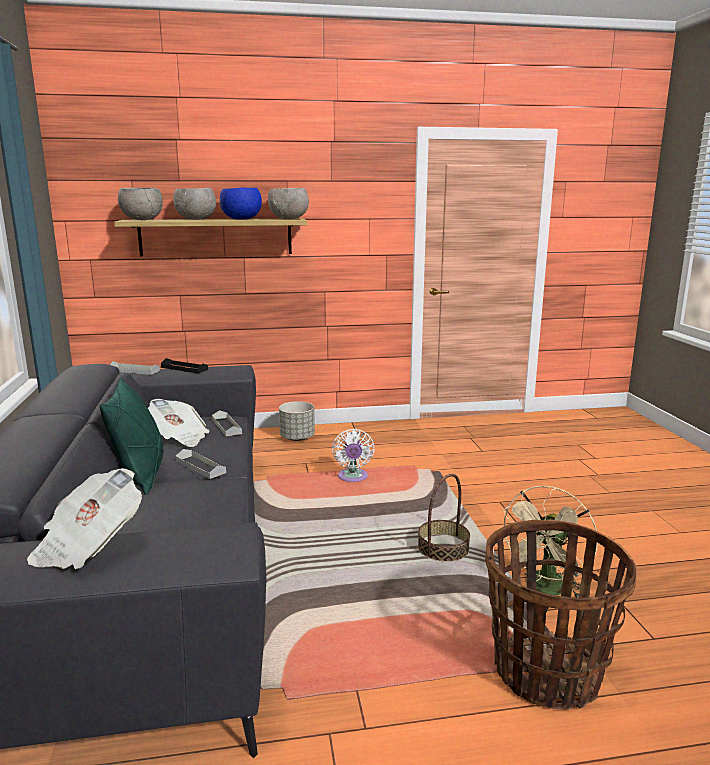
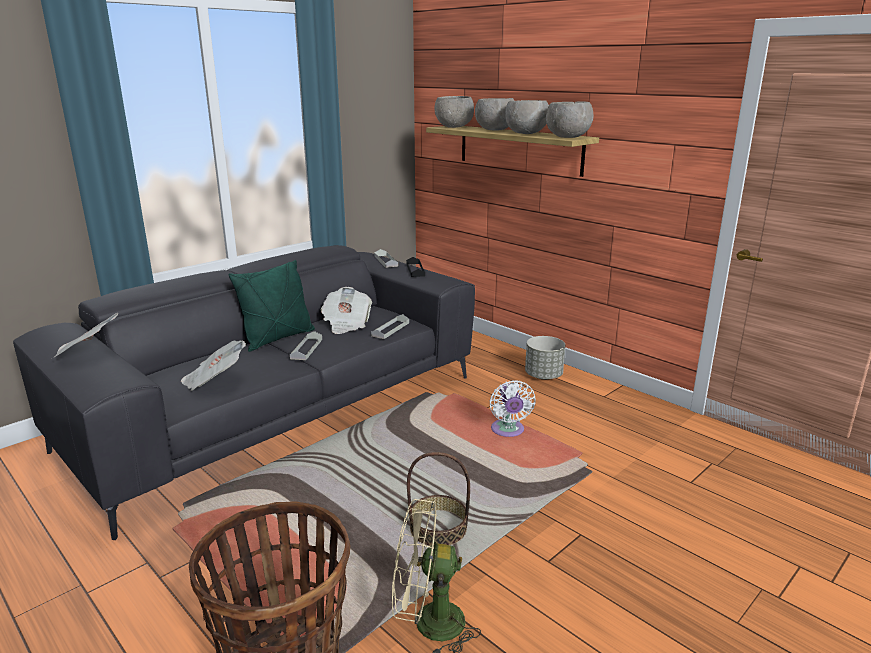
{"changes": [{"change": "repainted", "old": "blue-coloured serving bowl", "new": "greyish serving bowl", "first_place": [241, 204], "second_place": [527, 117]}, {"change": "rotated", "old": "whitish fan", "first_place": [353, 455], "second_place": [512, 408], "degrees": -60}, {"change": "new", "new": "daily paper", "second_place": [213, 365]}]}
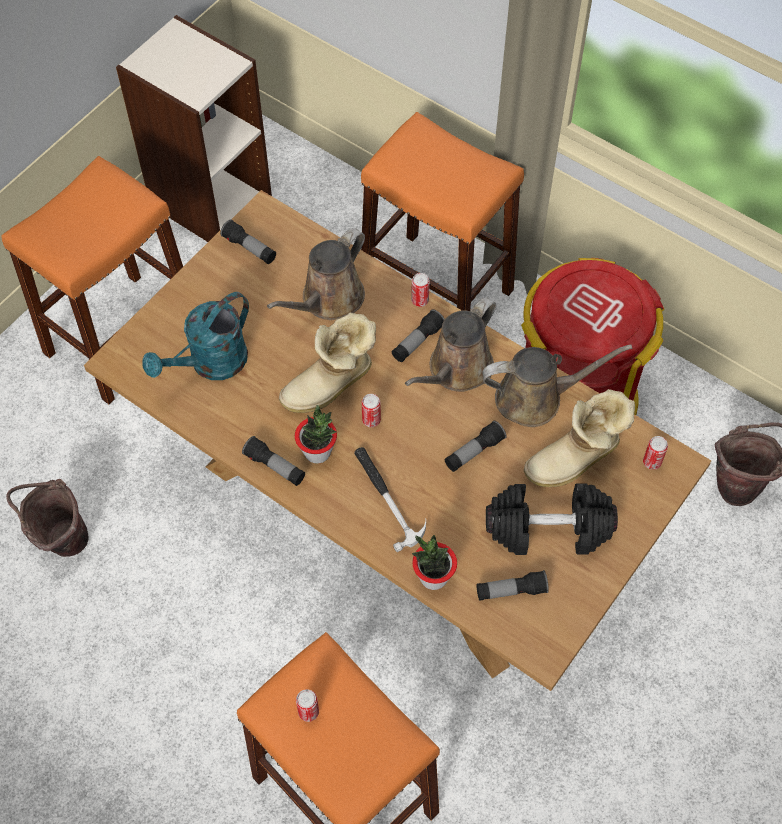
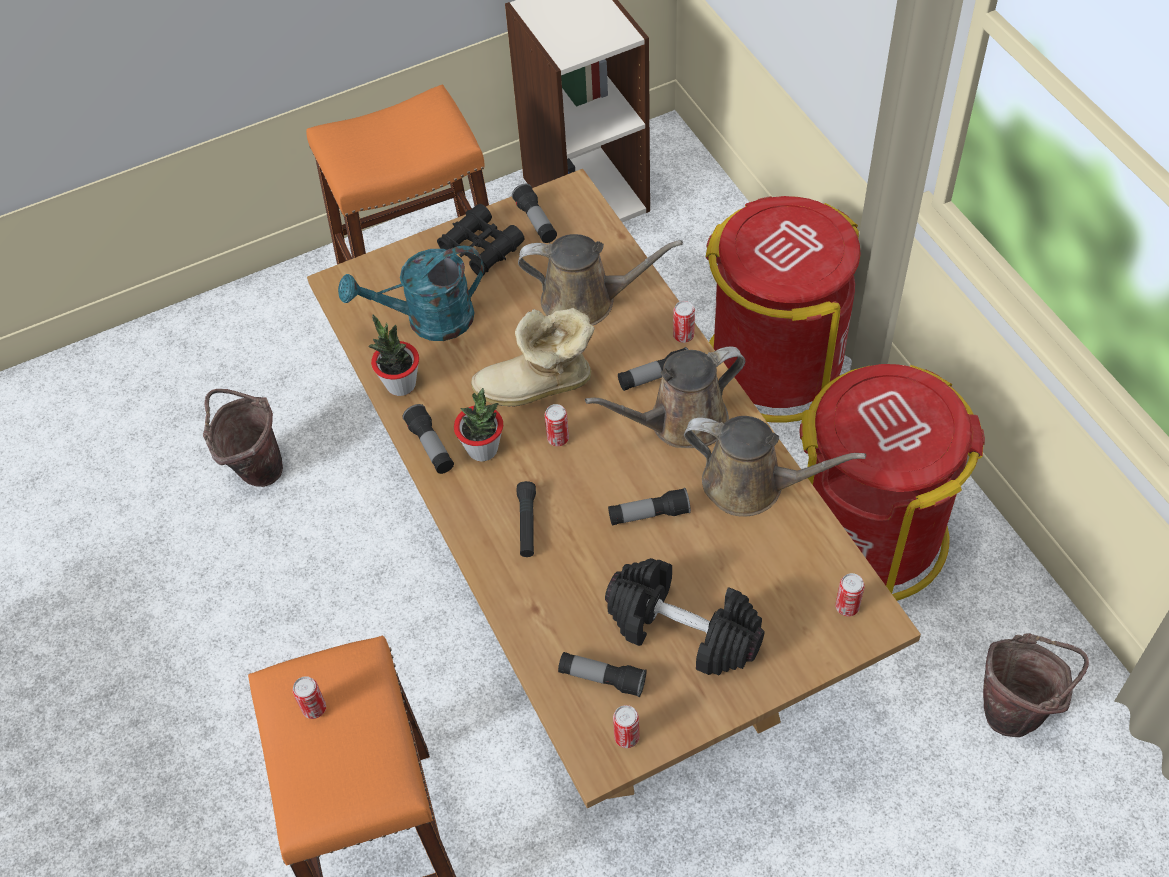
{"changes": [{"change": "rotated", "old": "brownish watering can", "first_place": [316, 274], "second_place": [600, 280], "degrees": -150}, {"change": "swapped", "old": "hammer", "new": "black hand torch", "first_place": [390, 499], "second_place": [526, 519]}, {"change": "swapped", "old": "orange stool", "new": "red waste bin", "first_place": [442, 211], "second_place": [783, 309]}, {"change": "shifted", "old": "plant in a pot", "first_place": [434, 562], "second_place": [393, 355]}, {"change": "gone", "old": "high-top boot", "first_place": [579, 438]}, {"change": "new", "new": "black pair of binoculars", "second_place": [480, 240]}, {"change": "new", "new": "can", "second_place": [626, 726]}]}
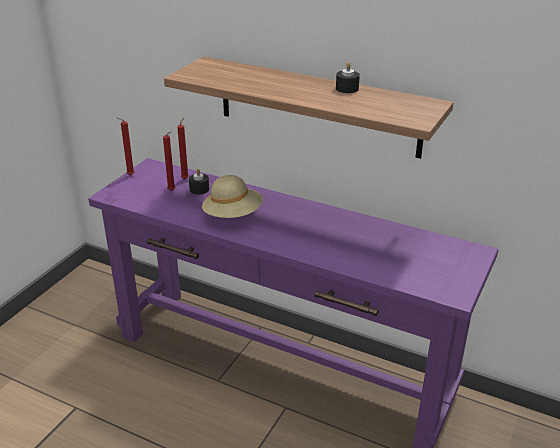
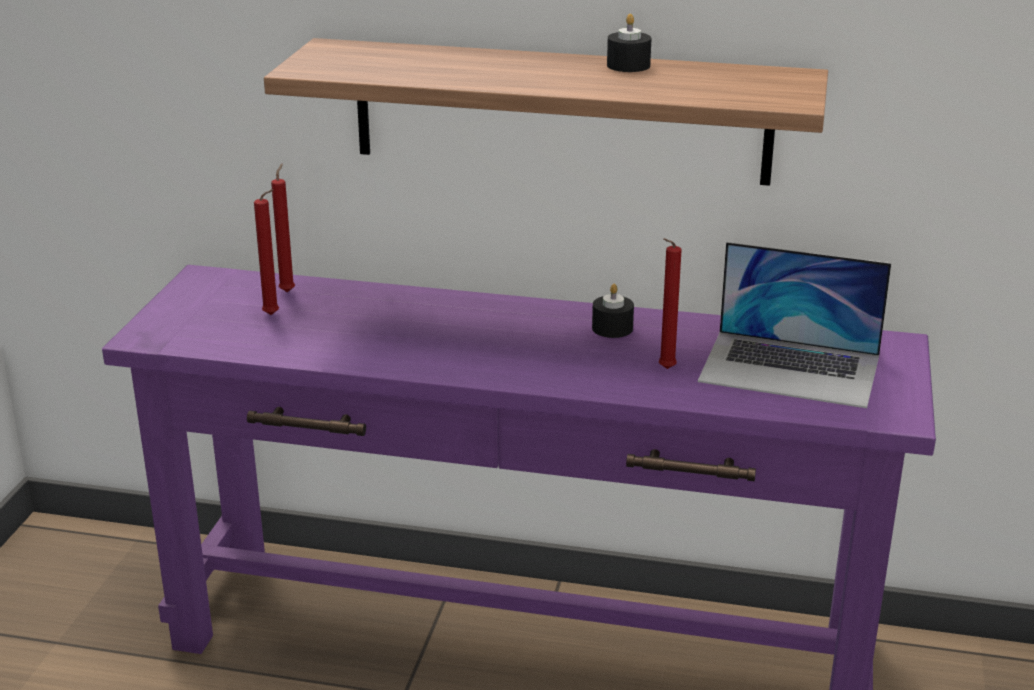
{"changes": [{"change": "shifted", "old": "red candle", "first_place": [125, 146], "second_place": [670, 303]}, {"change": "shifted", "old": "black candle", "first_place": [199, 181], "second_place": [613, 311]}, {"change": "gone", "old": "beige hat", "first_place": [232, 196]}, {"change": "new", "new": "laptop", "second_place": [794, 325]}]}
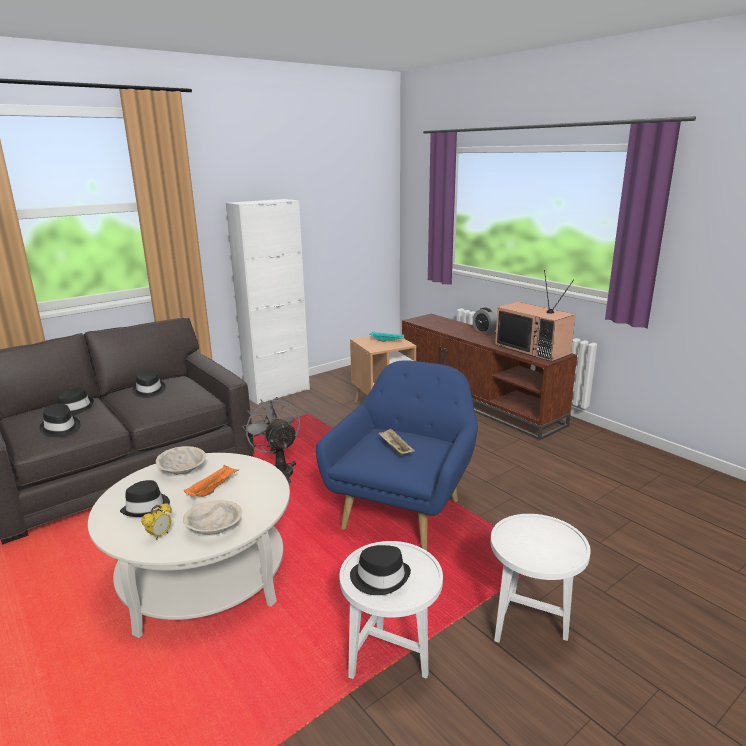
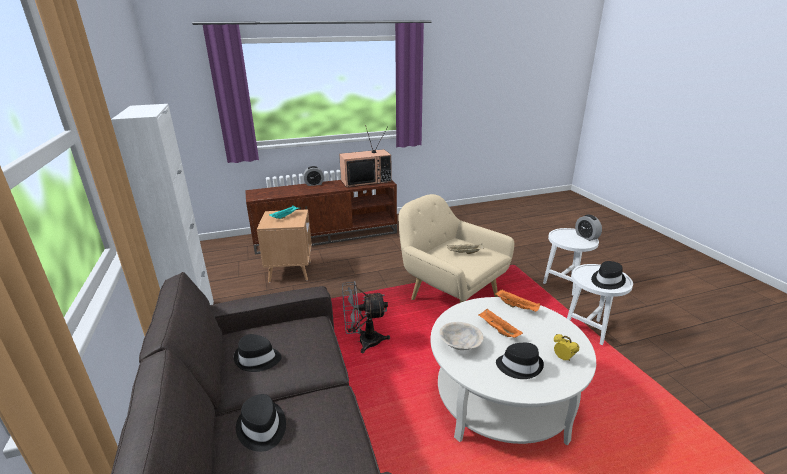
{"changes": [{"change": "gone", "old": "black hat", "first_place": [60, 420]}, {"change": "gone", "old": "beige serving bowl", "first_place": [212, 518]}, {"change": "repainted", "old": "blue-coloured easy chair", "new": "beige easy chair", "first_place": [397, 455], "second_place": [456, 248]}, {"change": "new", "new": "orange tray", "second_place": [517, 301]}, {"change": "new", "new": "table clock", "second_place": [588, 227]}]}
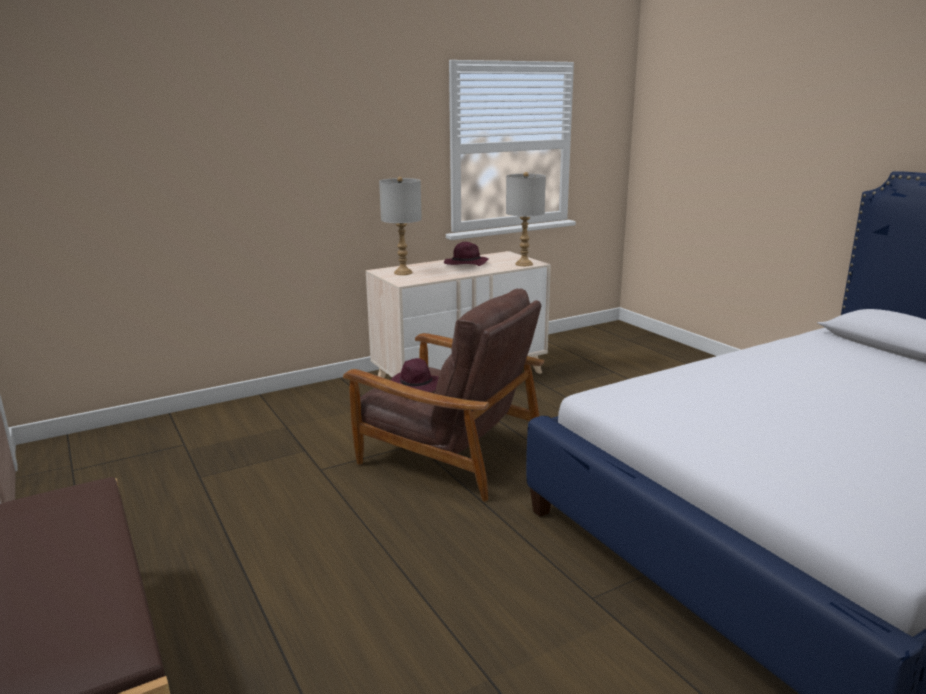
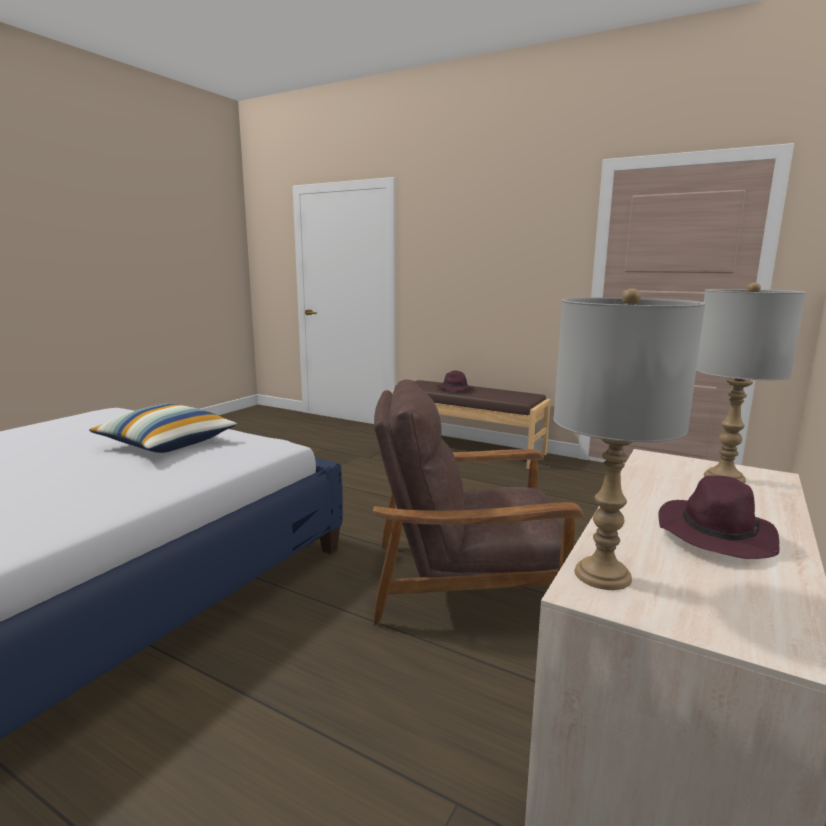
{"changes": [{"change": "shifted", "old": "purplish hat", "first_place": [415, 375], "second_place": [455, 381]}, {"change": "new", "new": "throw pillow", "second_place": [163, 428]}]}
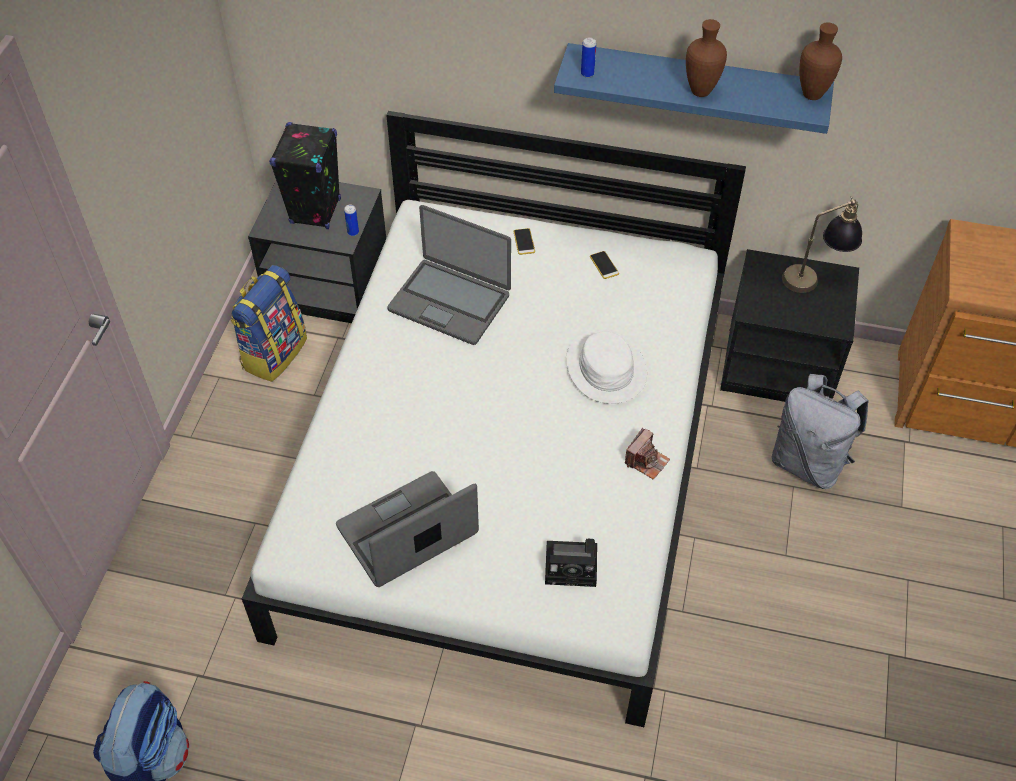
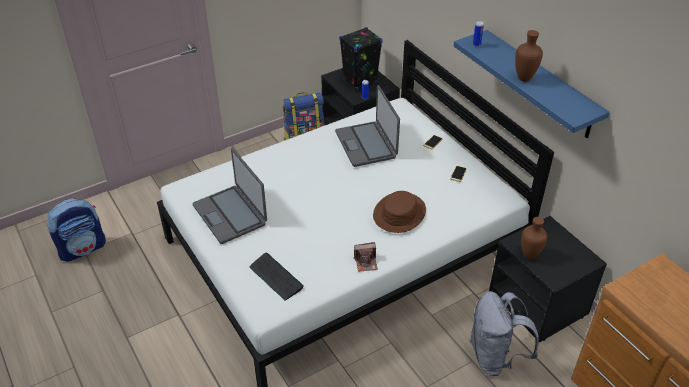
{"changes": [{"change": "rotated", "old": "laptop", "first_place": [407, 529], "second_place": [229, 196], "degrees": -135}, {"change": "swapped", "old": "still camera", "new": "PC keyboard", "first_place": [571, 563], "second_place": [277, 276]}, {"change": "repainted", "old": "whitish hat", "new": "brownish hat", "first_place": [606, 367], "second_place": [399, 212]}, {"change": "gone", "old": "lamp for a table", "first_place": [822, 244]}, {"change": "shifted", "old": "brownish decorative vase", "first_place": [820, 61], "second_place": [534, 238]}]}
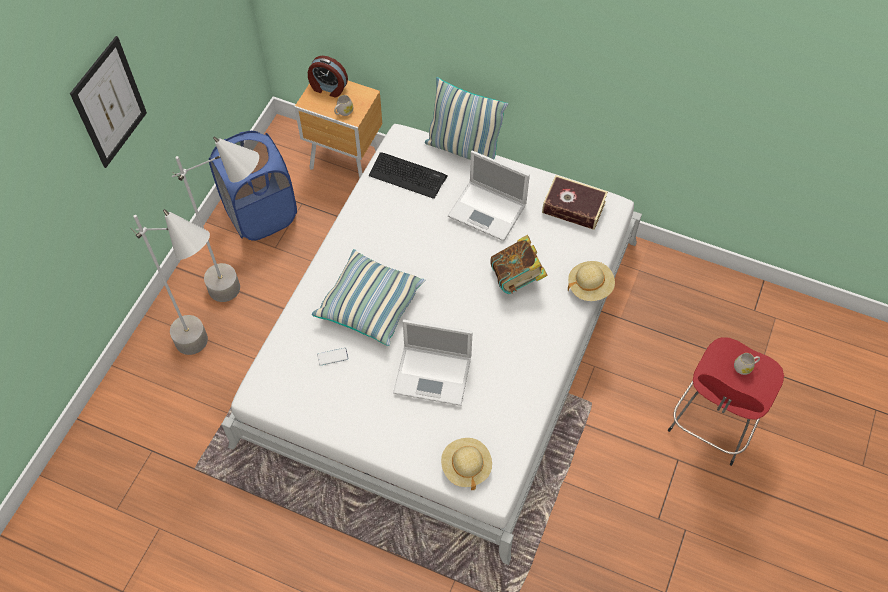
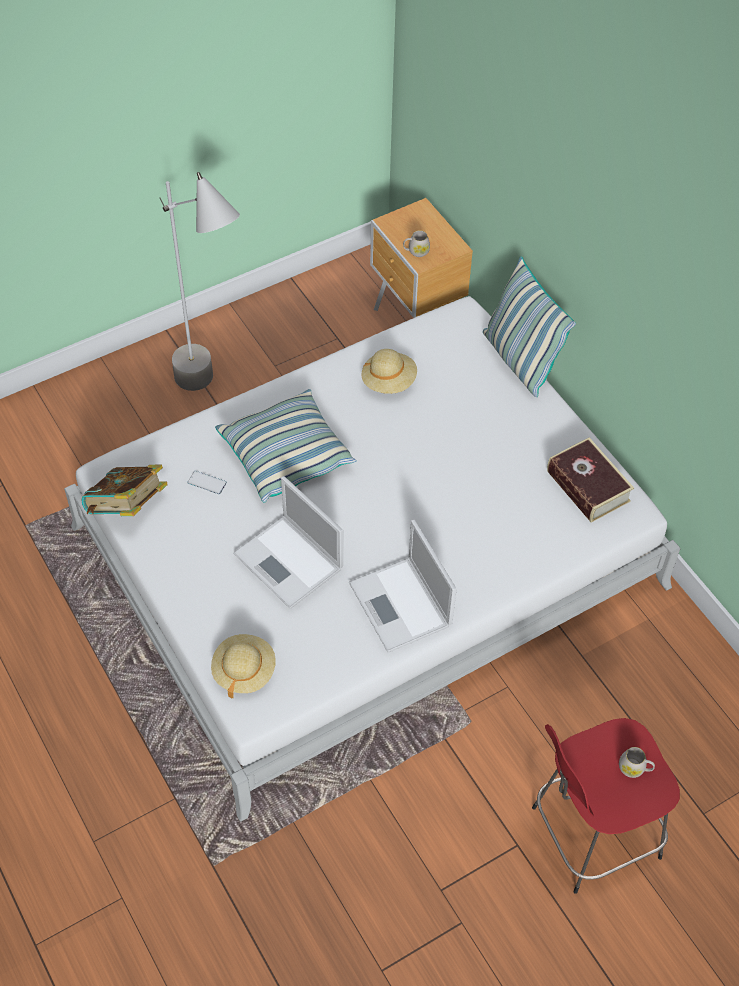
{"changes": [{"change": "gone", "old": "wall art", "first_place": [108, 102]}, {"change": "gone", "old": "greyish standing lamp", "first_place": [170, 282]}, {"change": "gone", "old": "blue-coloured hamper", "first_place": [253, 186]}, {"change": "gone", "old": "table clock", "first_place": [328, 77]}, {"change": "gone", "old": "PC keyboard", "first_place": [408, 175]}, {"change": "shifted", "old": "laptop", "first_place": [489, 195], "second_place": [403, 586]}, {"change": "shifted", "old": "volume", "first_place": [519, 264], "second_place": [125, 490]}, {"change": "shifted", "old": "beige hat", "first_place": [591, 281], "second_place": [389, 371]}]}
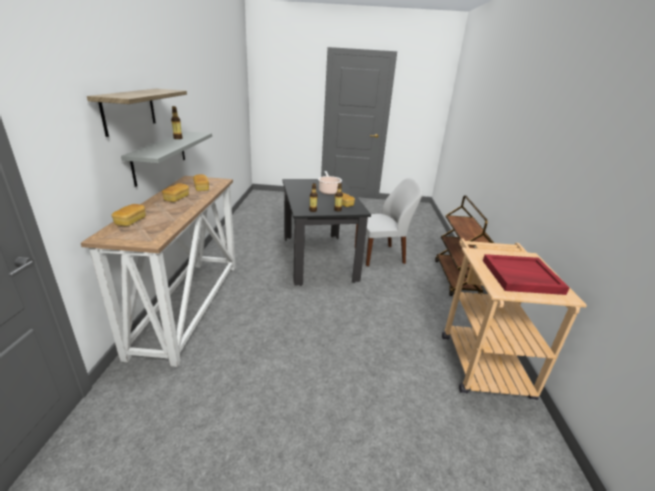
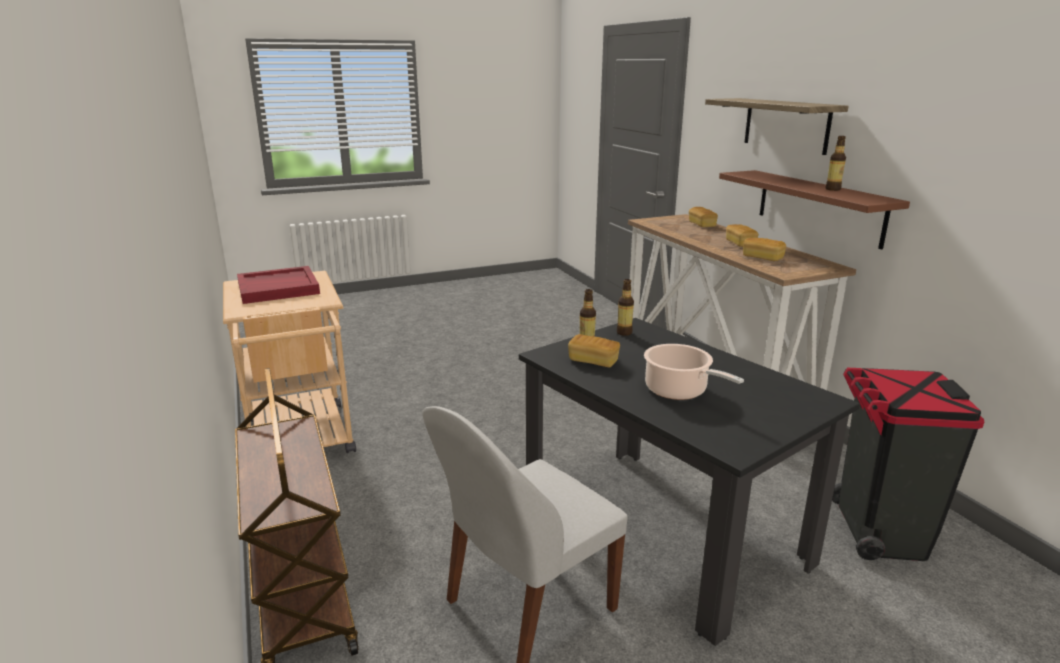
{"changes": [{"change": "repainted", "old": "greyish wall shelf", "new": "brownish wall shelf", "first_place": [166, 159], "second_place": [814, 209]}, {"change": "new", "new": "black waste bin", "second_place": [908, 464]}]}
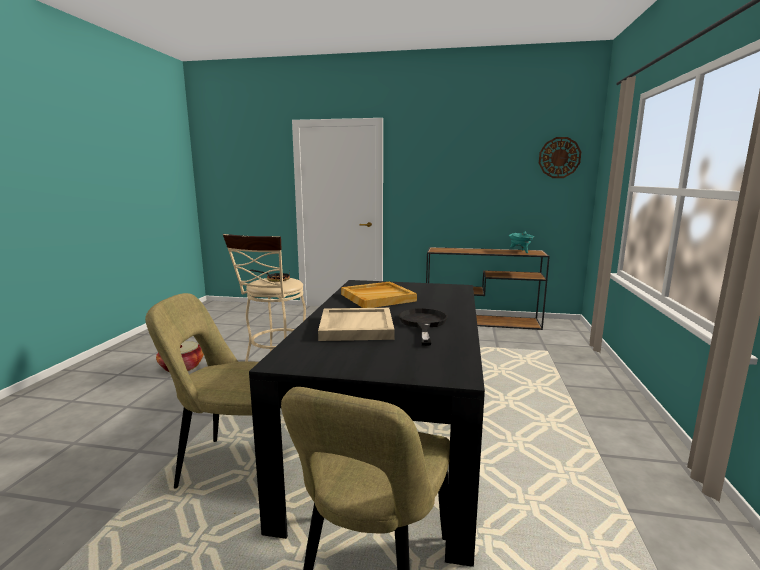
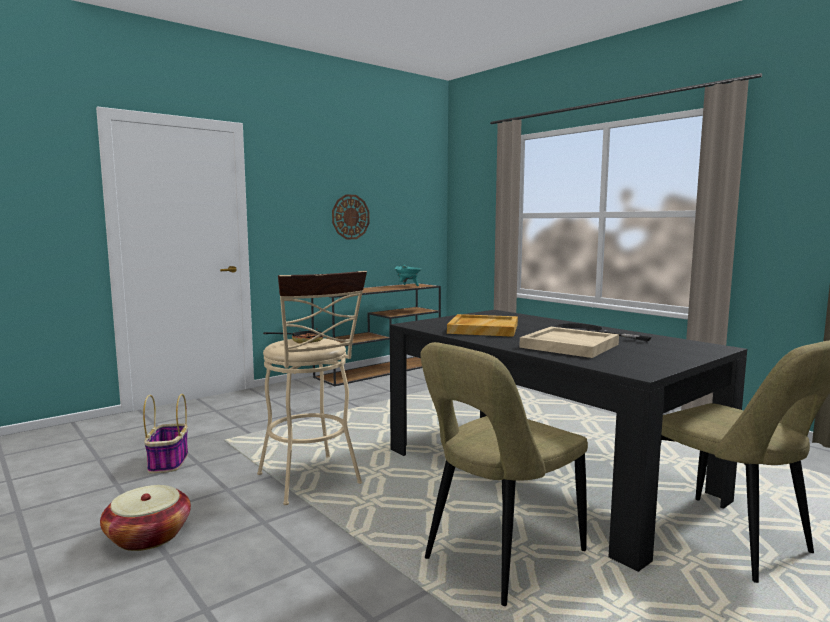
{"changes": [{"change": "shifted", "old": "clock on the wall", "first_place": [560, 157], "second_place": [351, 216]}, {"change": "new", "new": "household basket", "second_place": [165, 433]}]}
